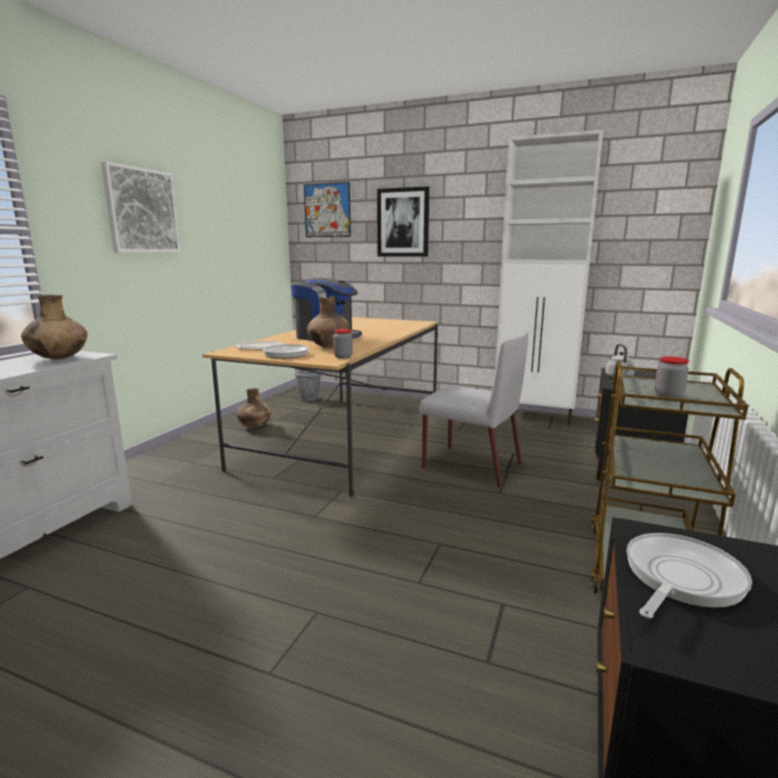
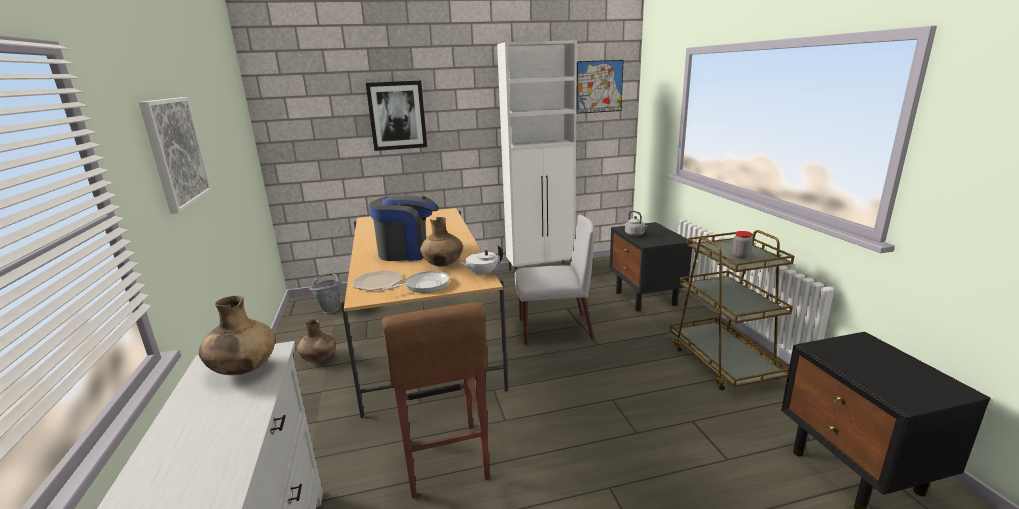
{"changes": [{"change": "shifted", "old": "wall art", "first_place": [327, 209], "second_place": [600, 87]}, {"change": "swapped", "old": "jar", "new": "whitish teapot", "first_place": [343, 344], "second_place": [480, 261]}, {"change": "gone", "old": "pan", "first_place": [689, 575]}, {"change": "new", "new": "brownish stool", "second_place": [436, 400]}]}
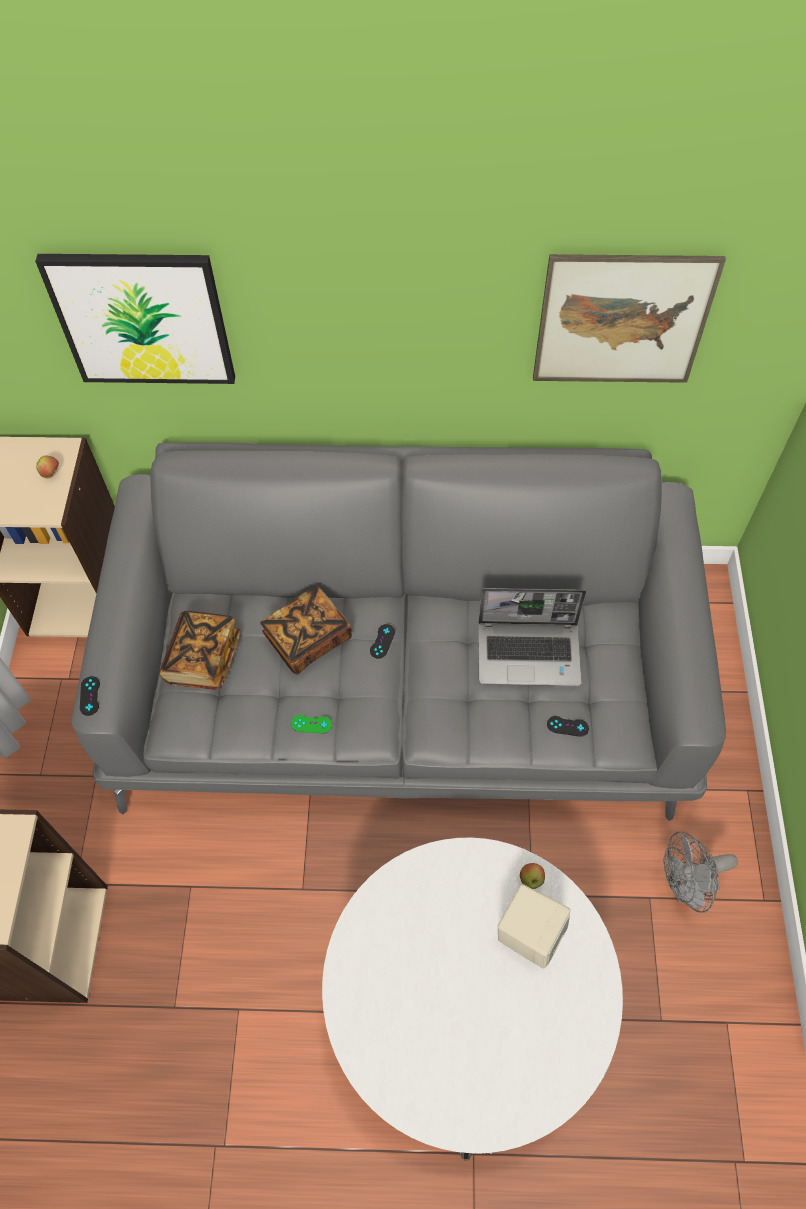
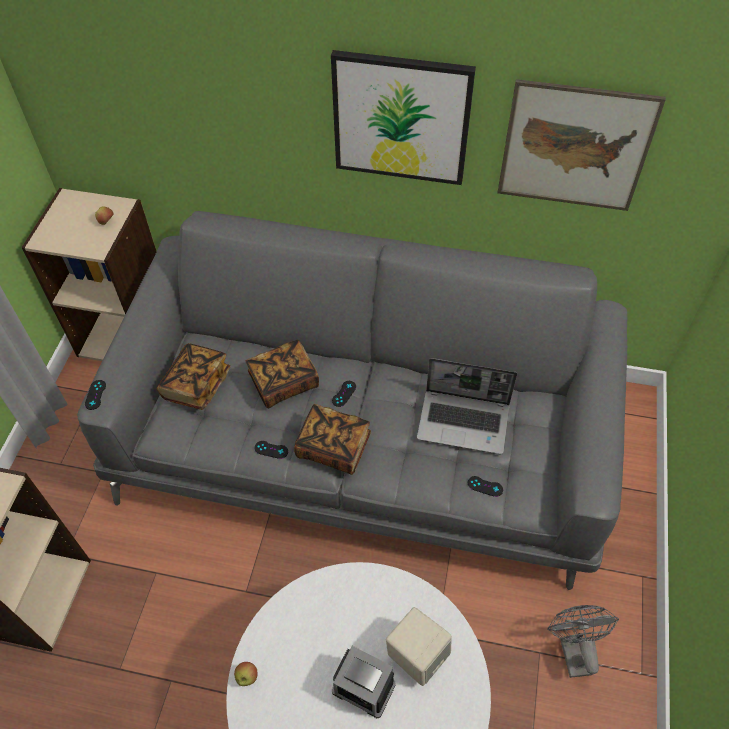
{"changes": [{"change": "shifted", "old": "wall art", "first_place": [135, 319], "second_place": [403, 117]}, {"change": "repainted", "old": "greenish joypad", "new": "black joypad", "first_place": [311, 724], "second_place": [271, 450]}, {"change": "shifted", "old": "apple", "first_place": [532, 876], "second_place": [245, 674]}, {"change": "rotated", "old": "greyish fan", "first_place": [700, 872], "second_place": [583, 641], "degrees": 90}, {"change": "new", "new": "volume", "second_place": [332, 439]}, {"change": "new", "new": "table clock", "second_place": [364, 682]}]}
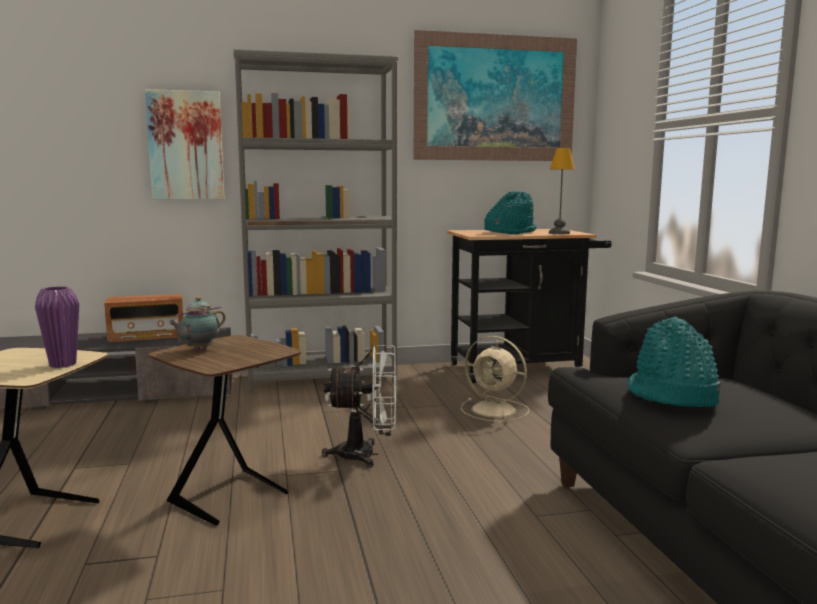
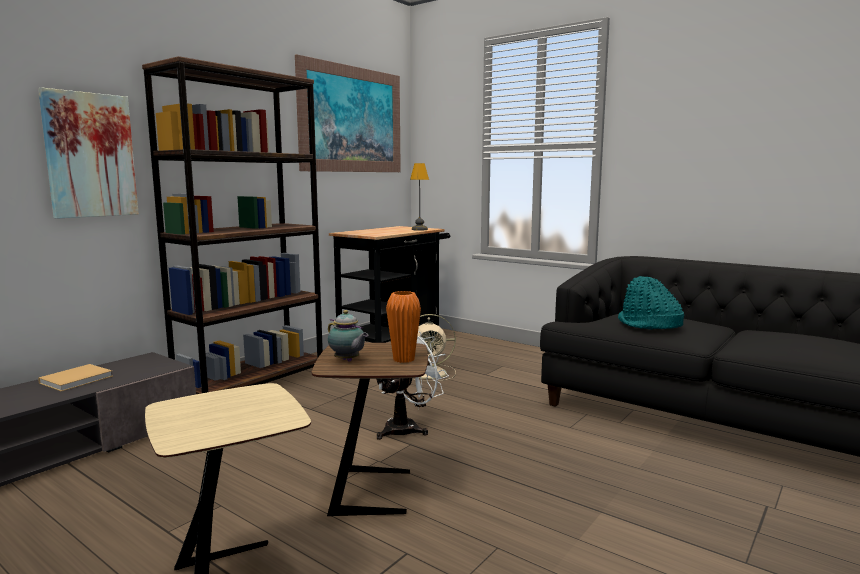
{"changes": [{"change": "gone", "old": "purplish decorative vase", "first_place": [57, 327]}, {"change": "swapped", "old": "radio", "new": "beige volume", "first_place": [143, 318], "second_place": [75, 377]}, {"change": "rotated", "old": "teapot", "first_place": [197, 324], "second_place": [348, 336], "degrees": -45}, {"change": "repainted", "old": "greyish shelving unit", "new": "brownish shelving unit", "first_place": [315, 220], "second_place": [232, 225]}, {"change": "gone", "old": "turquoise-coloured hat", "first_place": [510, 212]}, {"change": "new", "new": "orange decorative vase", "second_place": [403, 327]}]}
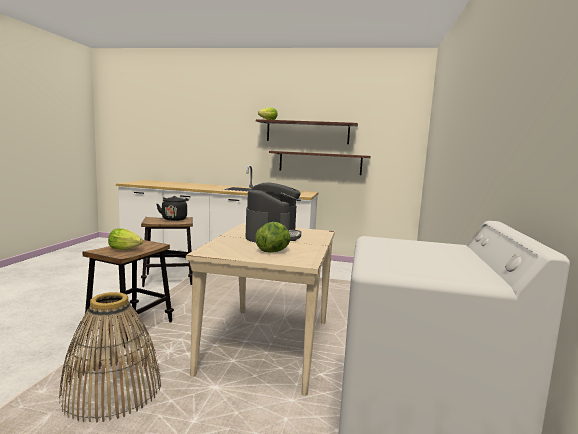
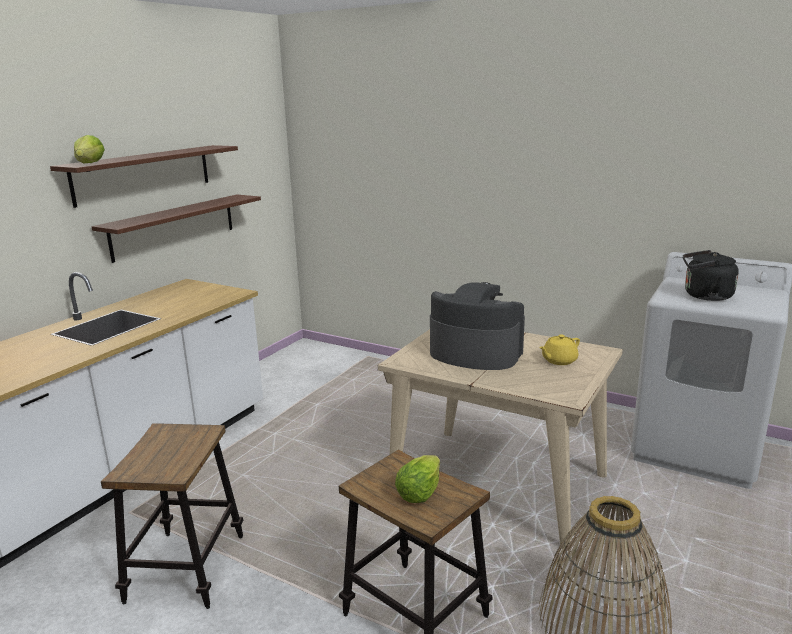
{"changes": [{"change": "shifted", "old": "black tea kettle", "first_place": [173, 208], "second_place": [711, 275]}, {"change": "swapped", "old": "head of lettuce", "new": "yellowish teapot", "first_place": [273, 237], "second_place": [559, 350]}]}
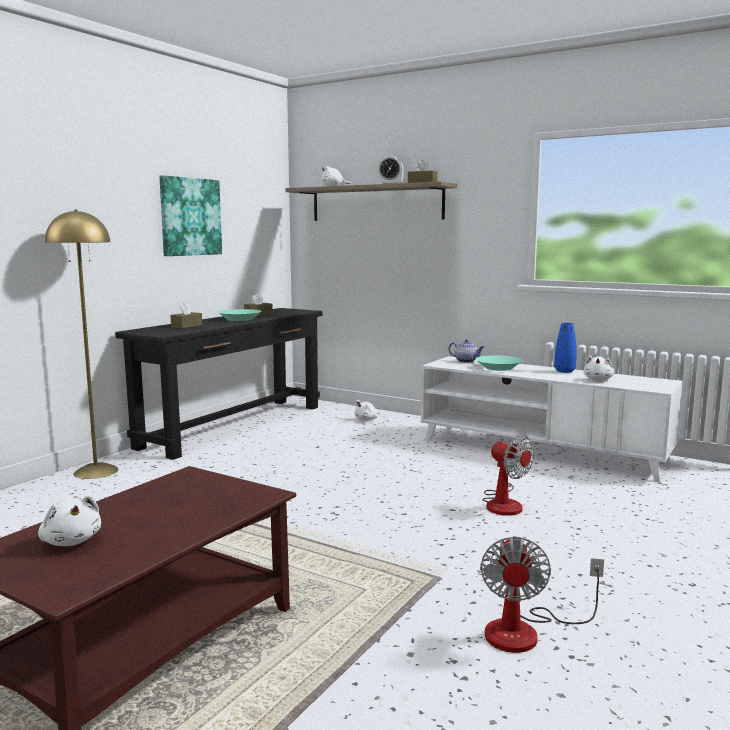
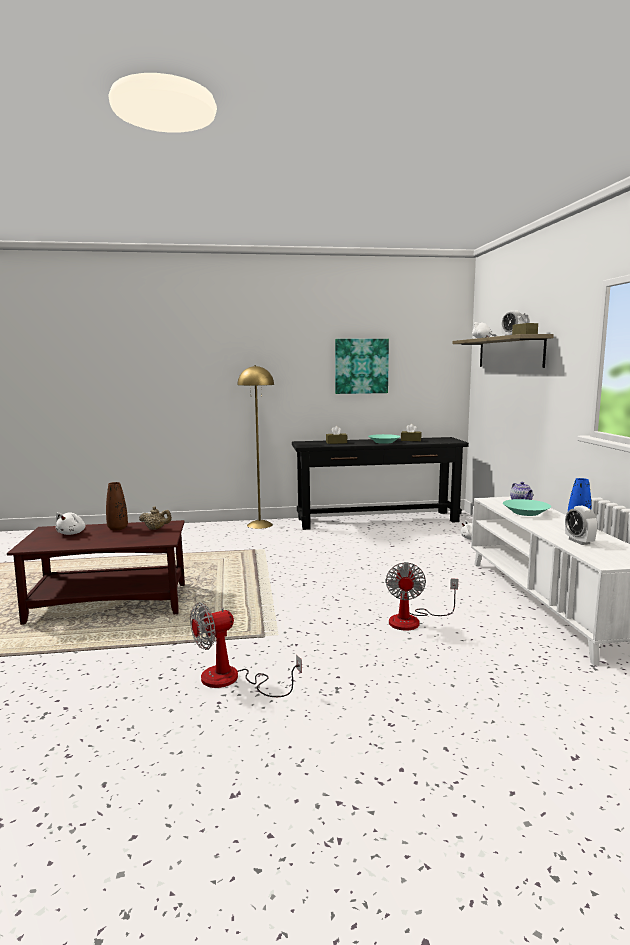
{"changes": [{"change": "swapped", "old": "whitish cuddly toy", "new": "table clock", "first_place": [599, 367], "second_place": [581, 525]}, {"change": "new", "new": "brownish decorative vase", "second_place": [117, 506]}, {"change": "new", "new": "beige teapot", "second_place": [155, 518]}]}
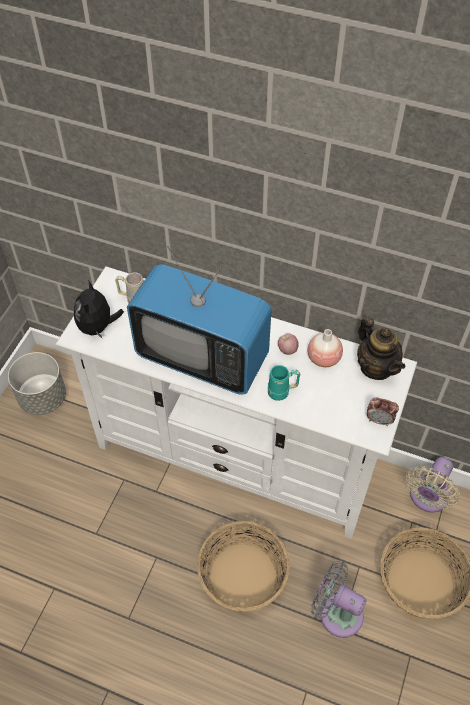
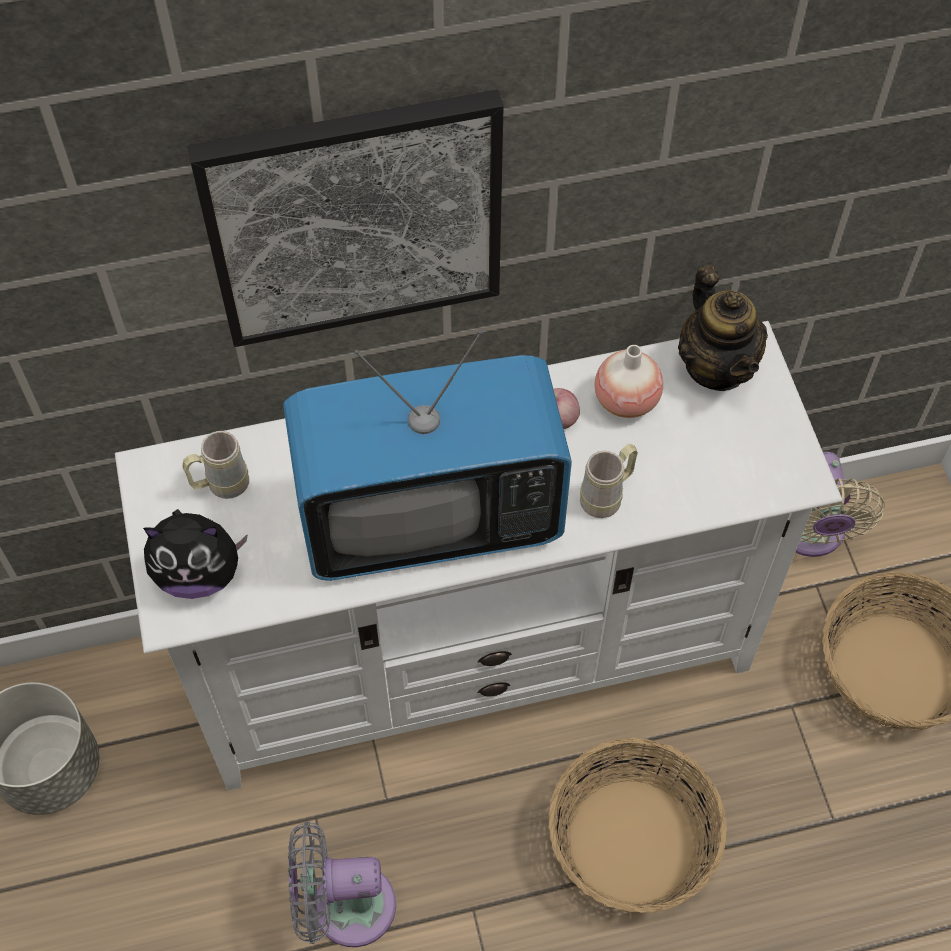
{"changes": [{"change": "rotated", "old": "cuddly toy", "first_place": [99, 309], "second_place": [195, 554], "degrees": -60}, {"change": "repainted", "old": "turquoise-coloured coffee mug", "new": "beige coffee mug", "first_place": [284, 383], "second_place": [609, 481]}, {"change": "shifted", "old": "greyish fan", "first_place": [339, 599], "second_place": [342, 884]}, {"change": "rotated", "old": "teapot", "first_place": [381, 348], "second_place": [723, 328], "degrees": 45}, {"change": "gone", "old": "table clock", "first_place": [383, 411]}, {"change": "new", "new": "wall art", "second_place": [345, 218]}]}
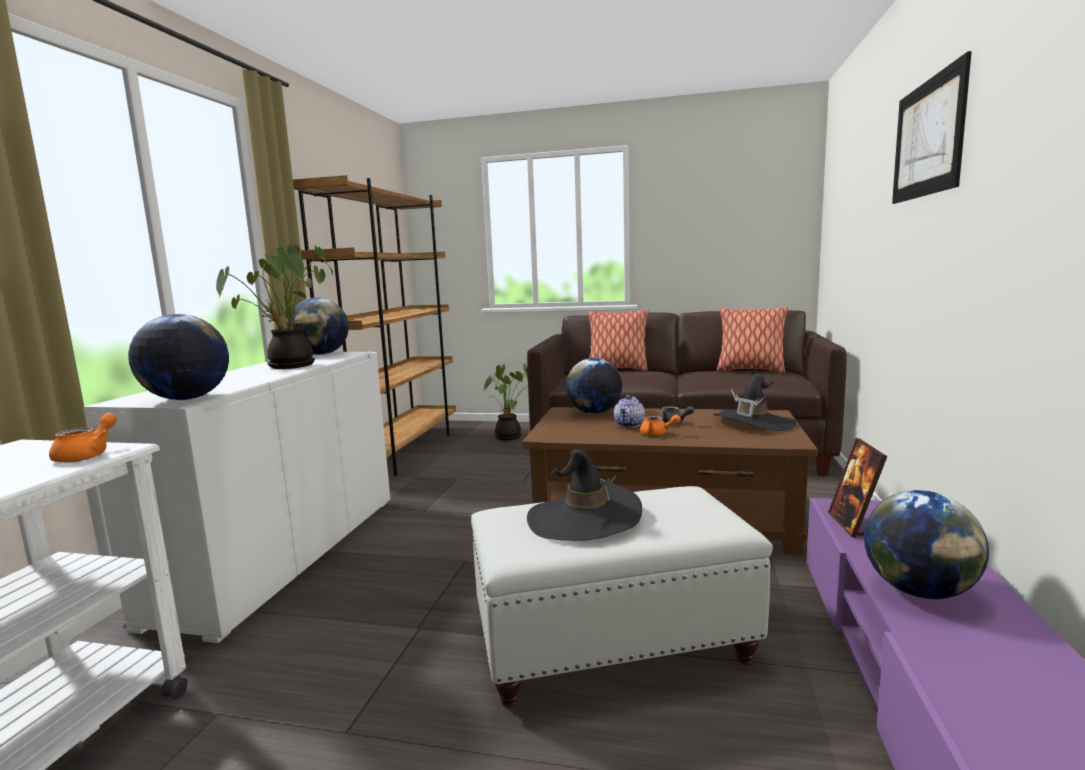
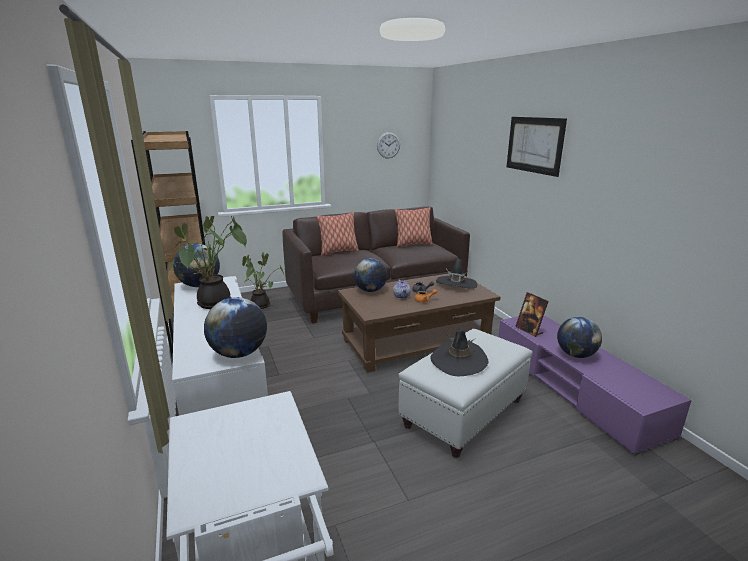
{"changes": [{"change": "gone", "old": "orange teapot", "first_place": [83, 437]}, {"change": "new", "new": "clock on the wall", "second_place": [388, 145]}]}
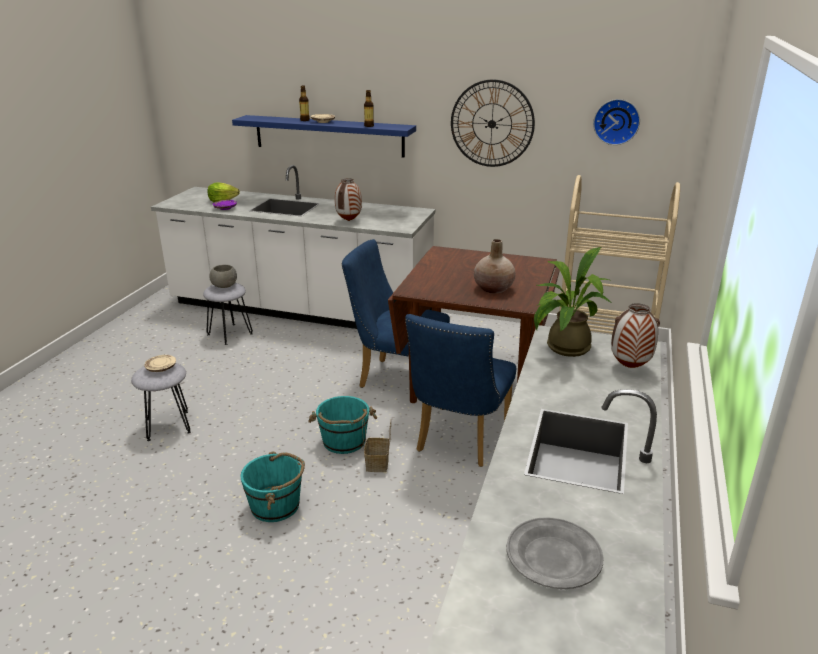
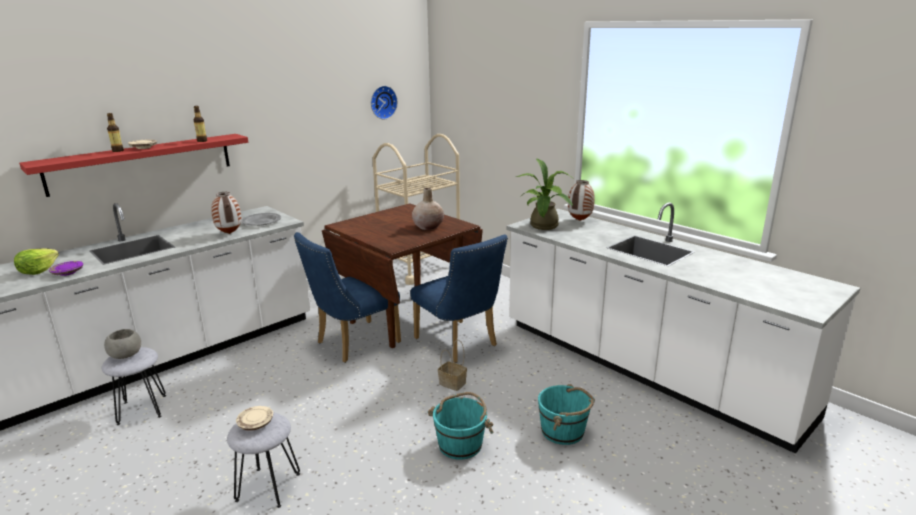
{"changes": [{"change": "repainted", "old": "blue-coloured wall shelf", "new": "red wall shelf", "first_place": [324, 136], "second_place": [133, 165]}, {"change": "shifted", "old": "turquoise-coloured water bucket", "first_place": [342, 425], "second_place": [566, 414]}, {"change": "gone", "old": "clock on the wall", "first_place": [493, 123]}, {"change": "shifted", "old": "greyish flat dish", "first_place": [555, 553], "second_place": [261, 219]}]}
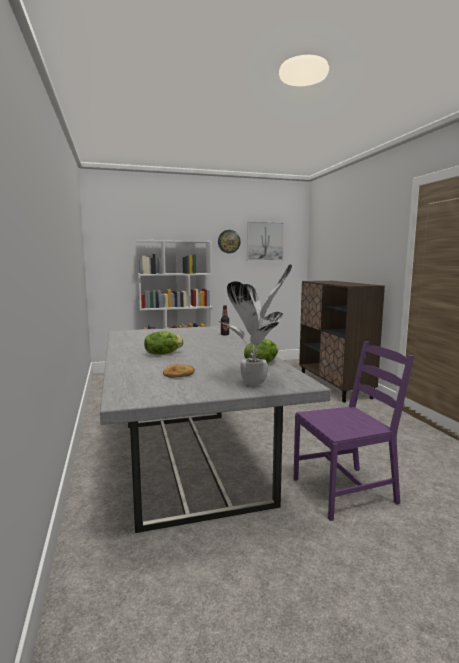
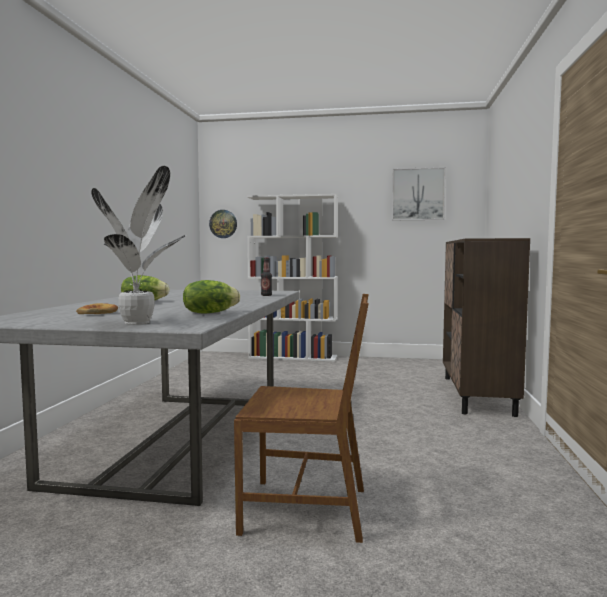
{"changes": [{"change": "shifted", "old": "clock on the wall", "first_place": [229, 241], "second_place": [223, 224]}, {"change": "repainted", "old": "purplish plain chair", "new": "brownish plain chair", "first_place": [354, 431], "second_place": [301, 418]}]}
